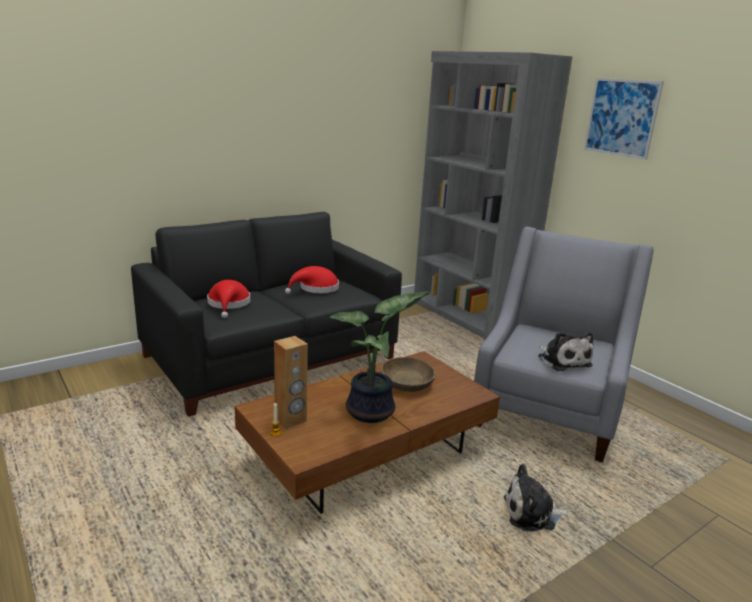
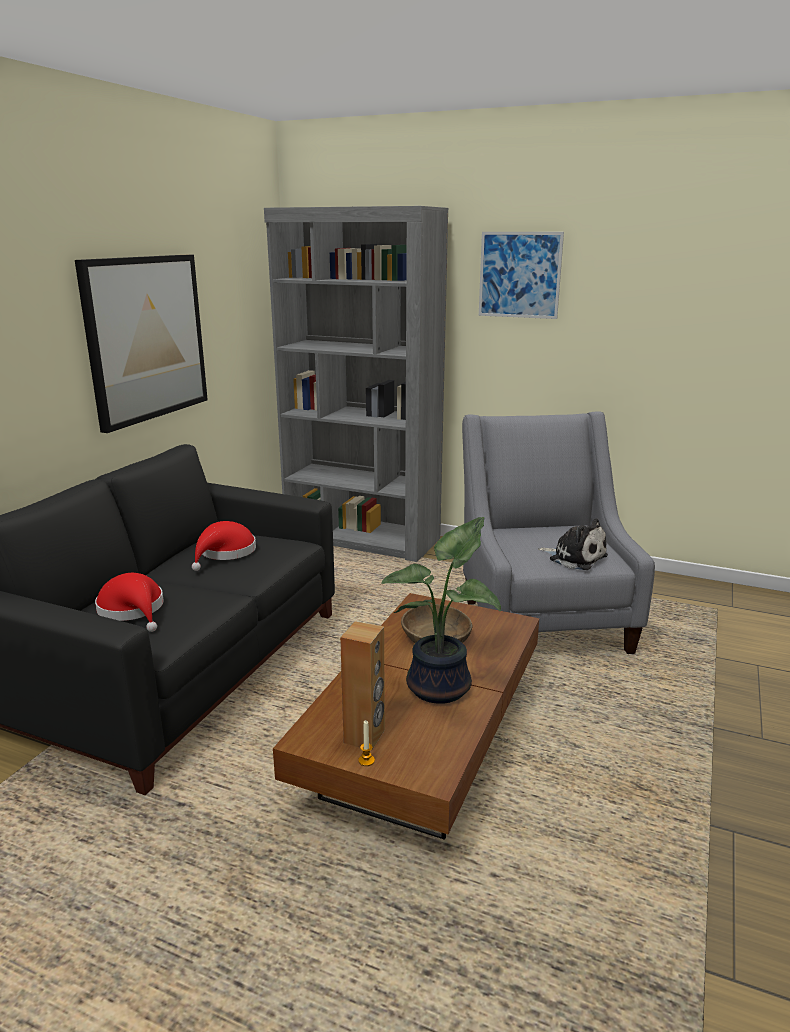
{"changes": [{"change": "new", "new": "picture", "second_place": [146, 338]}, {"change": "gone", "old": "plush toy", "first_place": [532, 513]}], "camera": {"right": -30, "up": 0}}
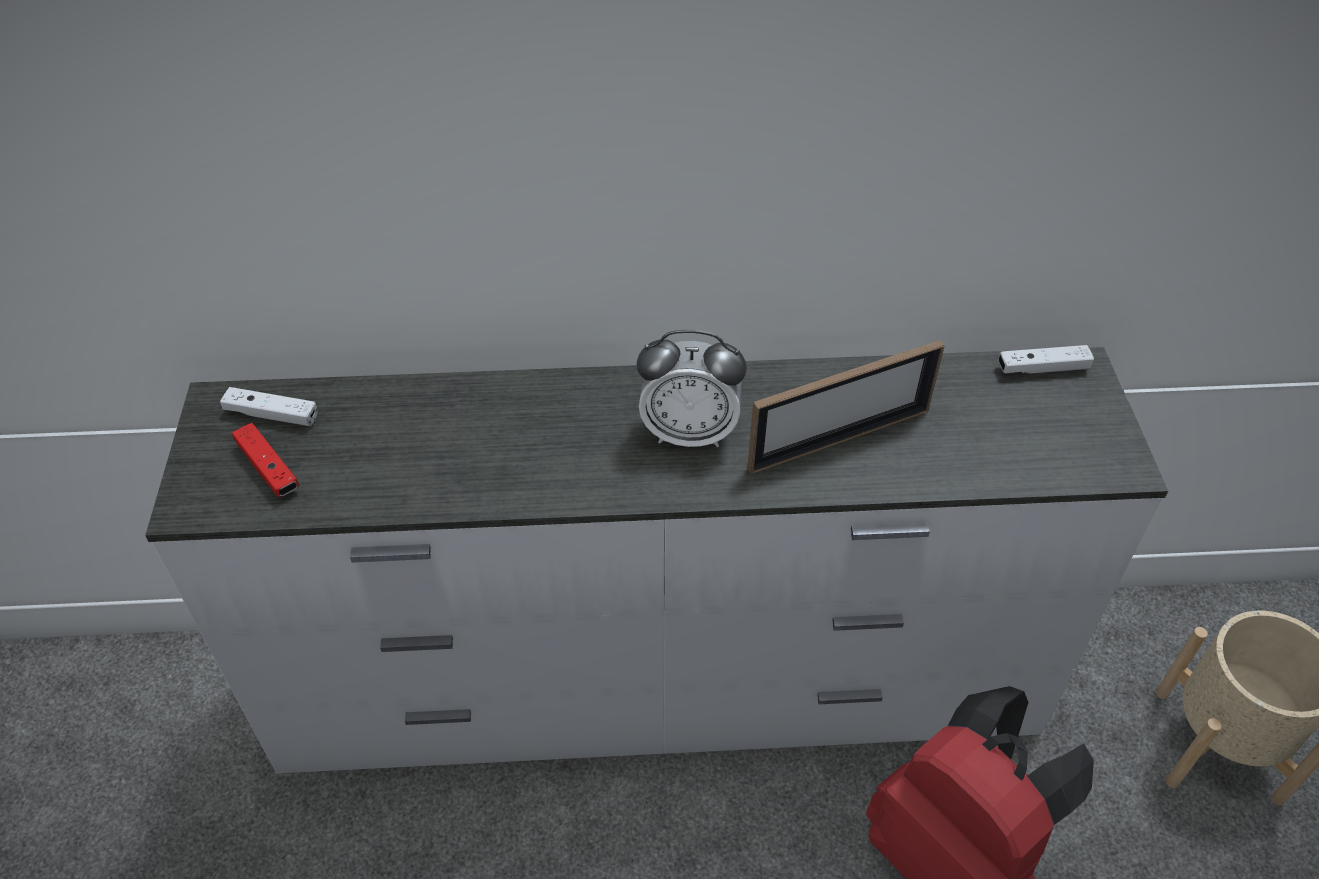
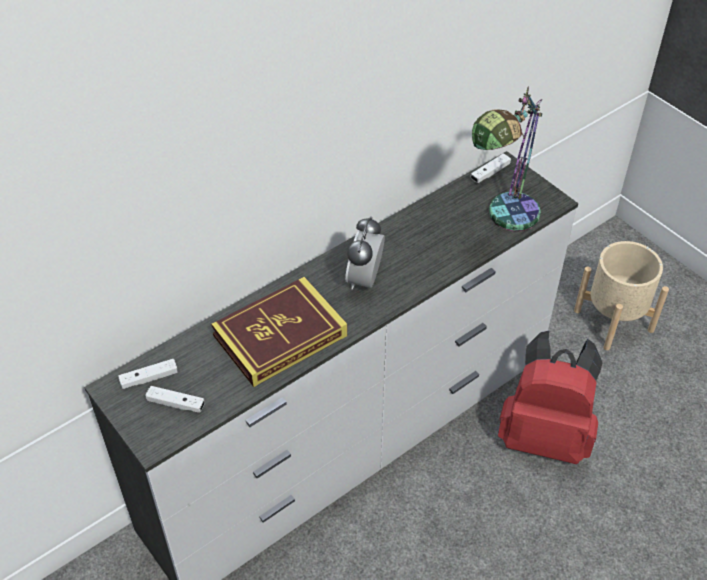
{"changes": [{"change": "repainted", "old": "red game controller", "new": "white game controller", "first_place": [268, 468], "second_place": [176, 404]}, {"change": "new", "new": "book", "second_place": [280, 335]}, {"change": "rotated", "old": "alarm clock", "first_place": [689, 432], "second_place": [364, 279], "degrees": 135}, {"change": "new", "new": "table lamp", "second_place": [502, 221]}, {"change": "gone", "old": "picture frame", "first_place": [839, 439]}], "camera": {"right": -35, "up": 0}}
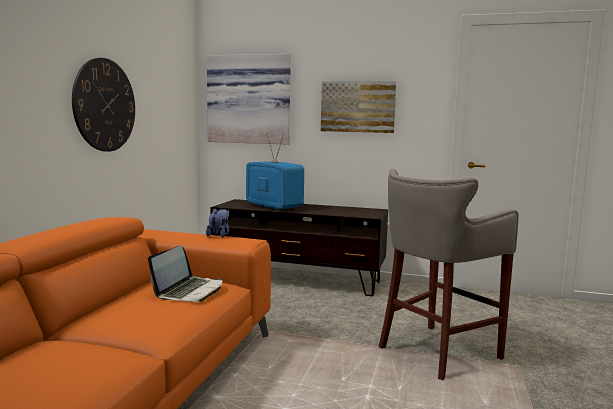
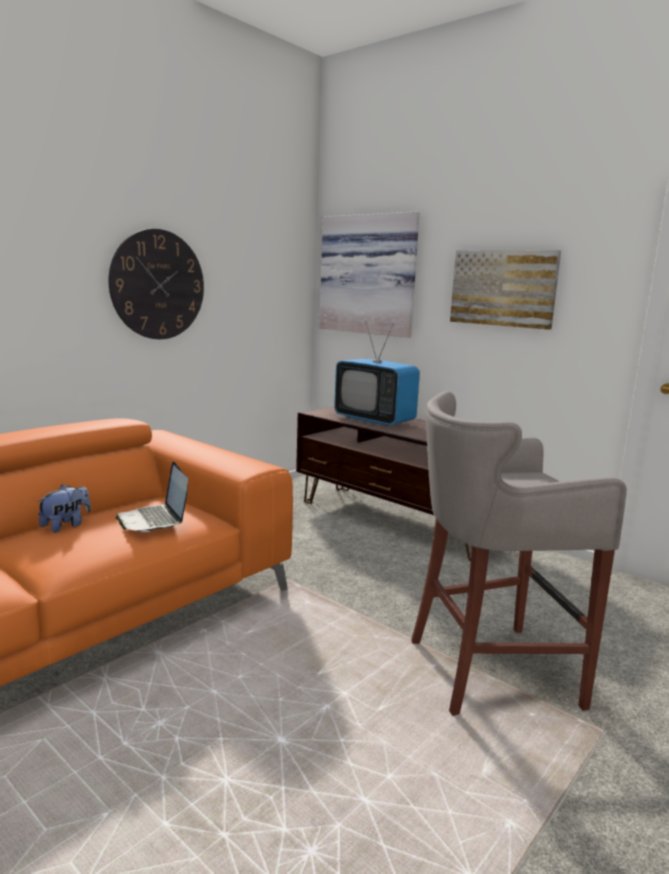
{"changes": [{"change": "shifted", "old": "plush toy", "first_place": [219, 235], "second_place": [66, 525]}, {"change": "rotated", "old": "laptop", "first_place": [189, 291], "second_place": [154, 520], "degrees": 105}, {"change": "rotated", "old": "television", "first_place": [273, 206], "second_place": [374, 420], "degrees": 150}], "camera": {"right": 25, "up": 5}}
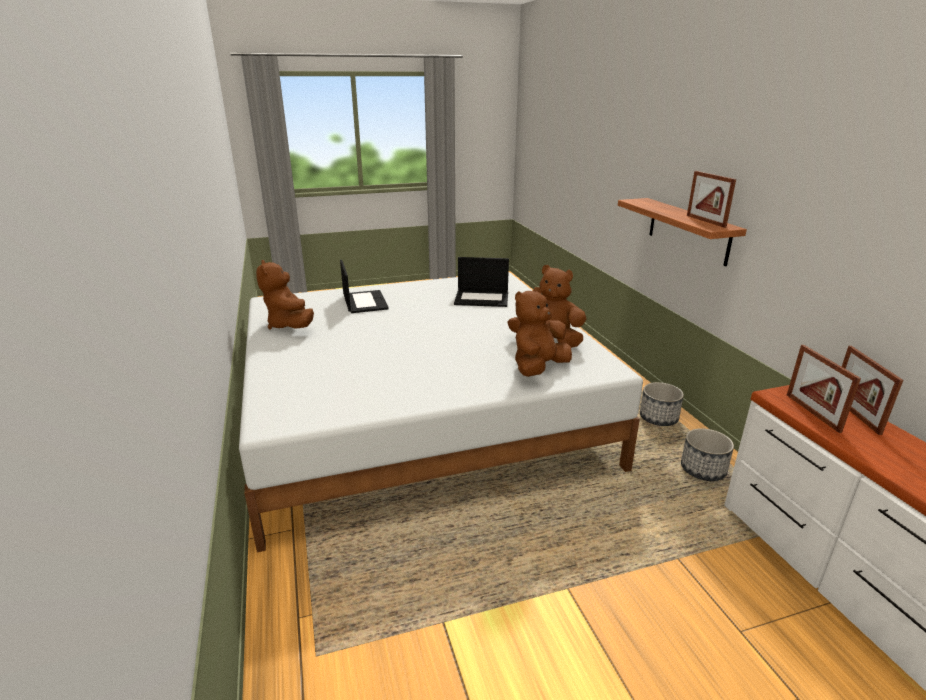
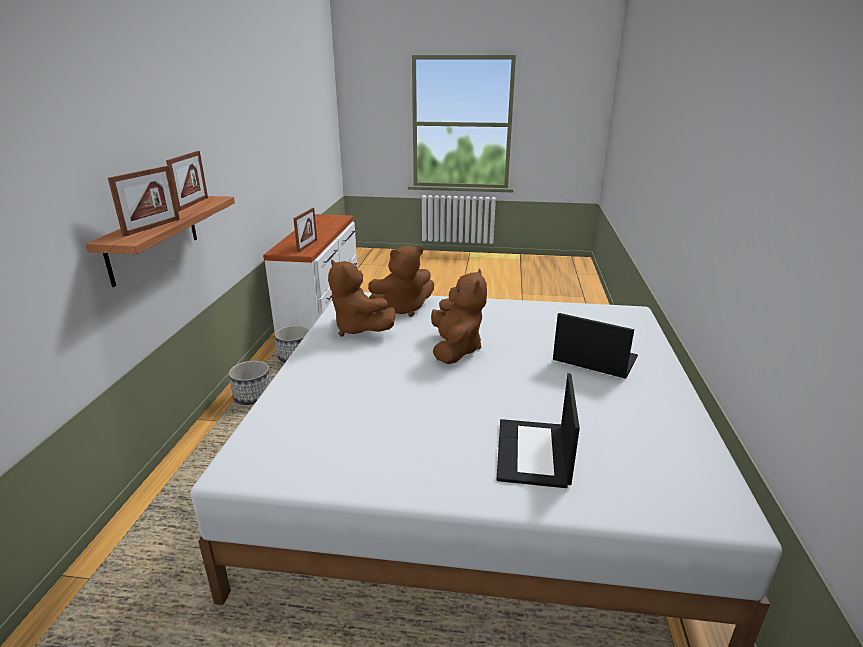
{"changes": [{"change": "shifted", "old": "picture frame", "first_place": [855, 414], "second_place": [152, 227]}, {"change": "shifted", "old": "brown plush toy", "first_place": [290, 325], "second_place": [455, 349]}, {"change": "shifted", "old": "laptop", "first_place": [482, 299], "second_place": [593, 359]}], "camera": {"right": -155, "up": 0}}
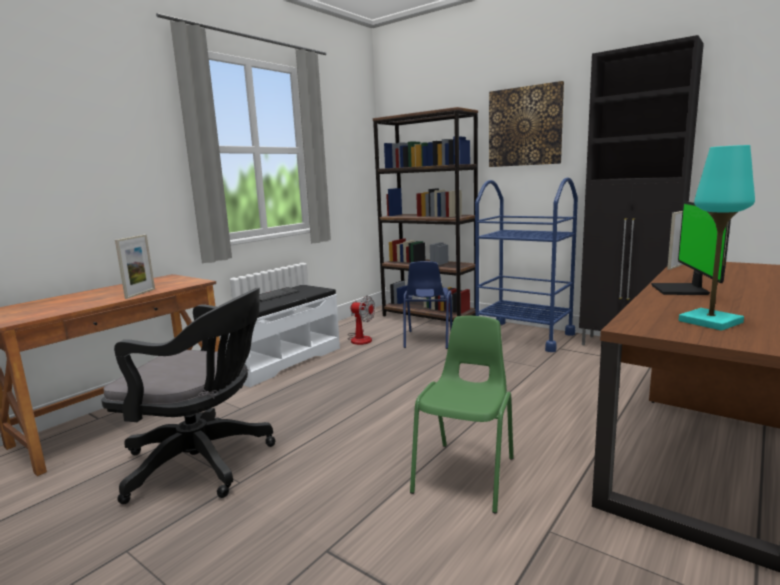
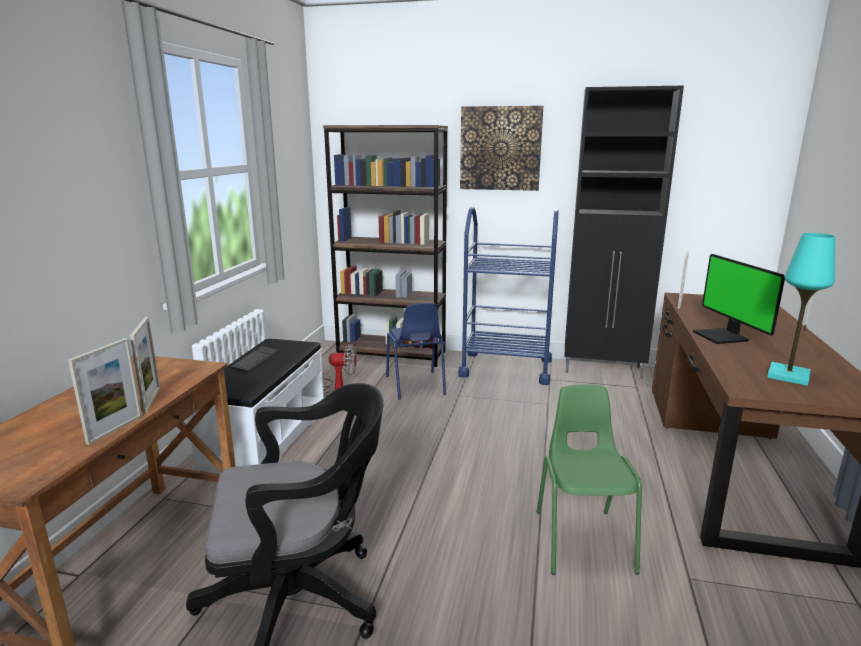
{"changes": [{"change": "new", "new": "picture frame", "second_place": [115, 429]}], "camera": {"right": -25, "up": 5}}
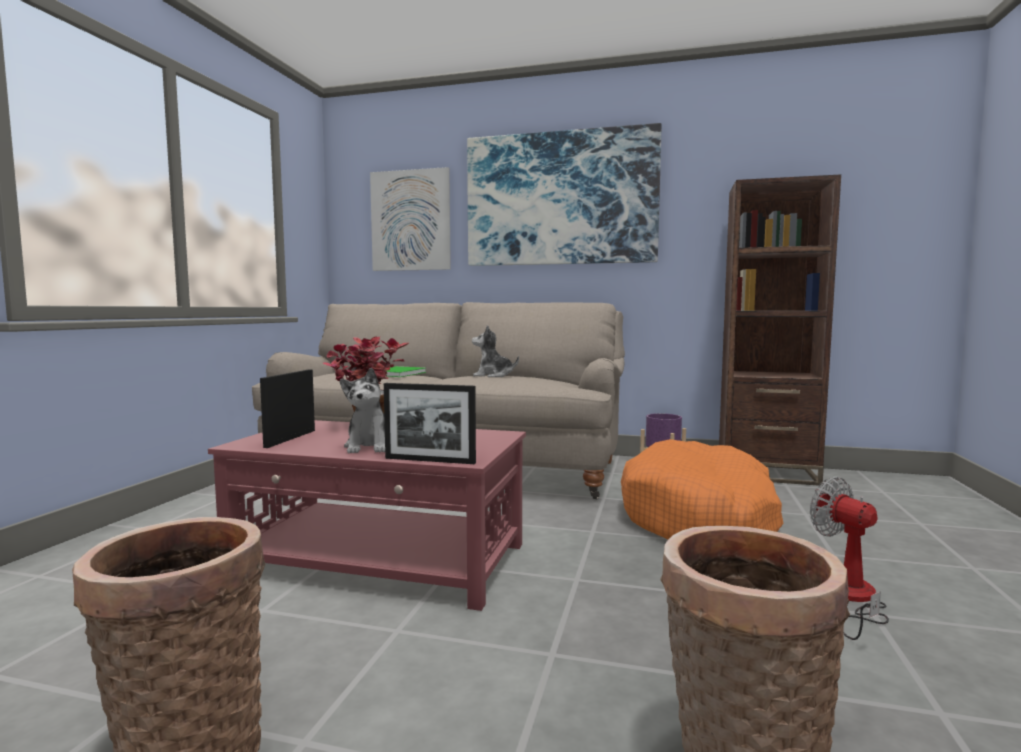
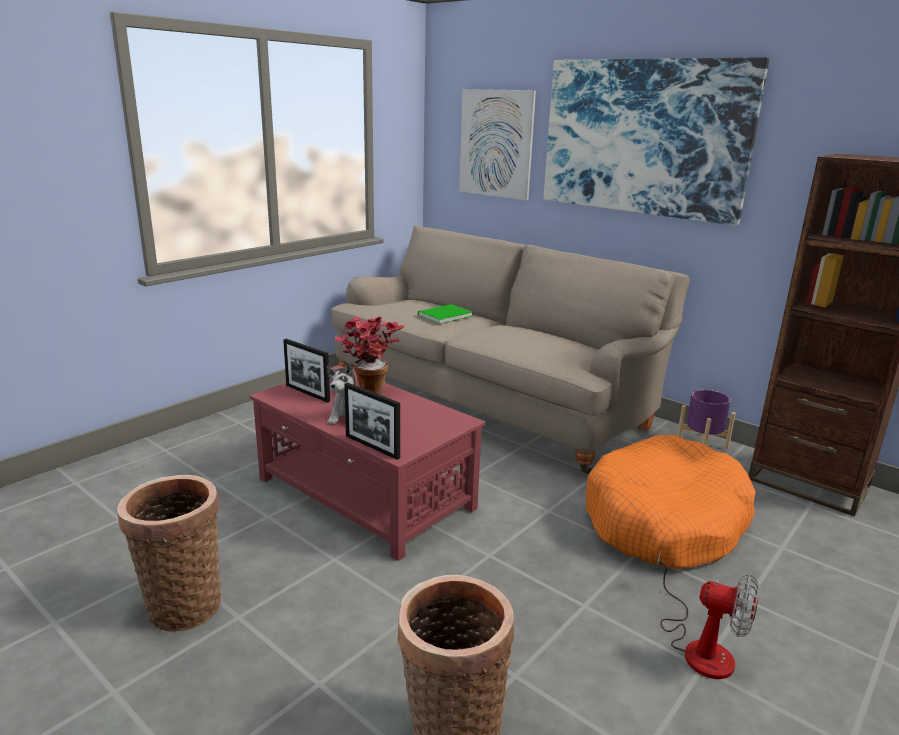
{"changes": [{"change": "rotated", "old": "picture frame", "first_place": [290, 438], "second_place": [307, 393], "degrees": -90}, {"change": "rotated", "old": "fan", "first_place": [849, 598], "second_place": [699, 646], "degrees": 120}, {"change": "gone", "old": "plush toy", "first_place": [493, 376]}], "camera": {"right": 25, "up": 15}}
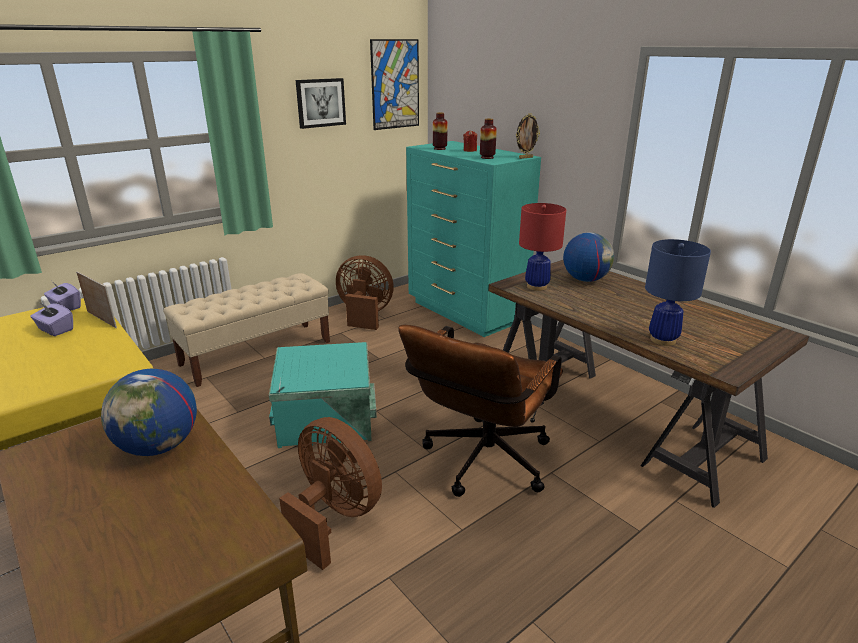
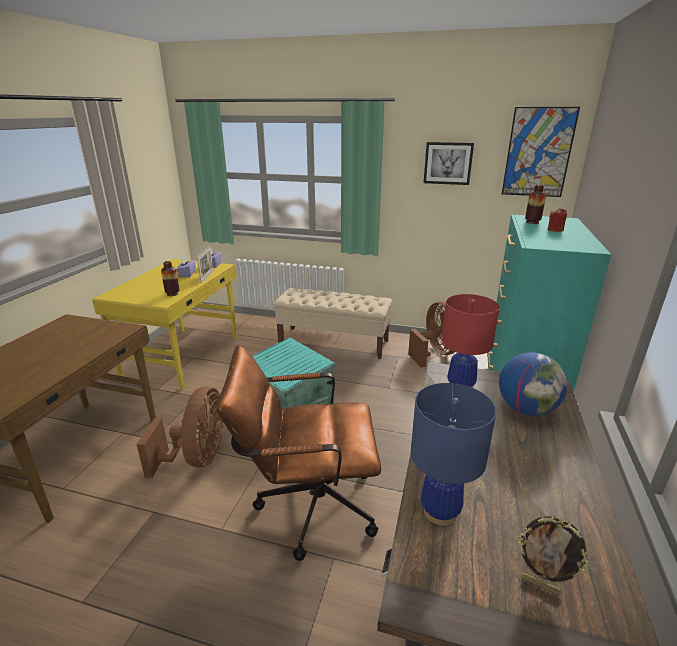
{"changes": [{"change": "shifted", "old": "vase", "first_place": [487, 157], "second_place": [172, 294]}, {"change": "shifted", "old": "picture frame", "first_place": [525, 157], "second_place": [541, 585]}, {"change": "gone", "old": "globe", "first_place": [159, 446]}], "camera": {"right": 55, "up": 0}}
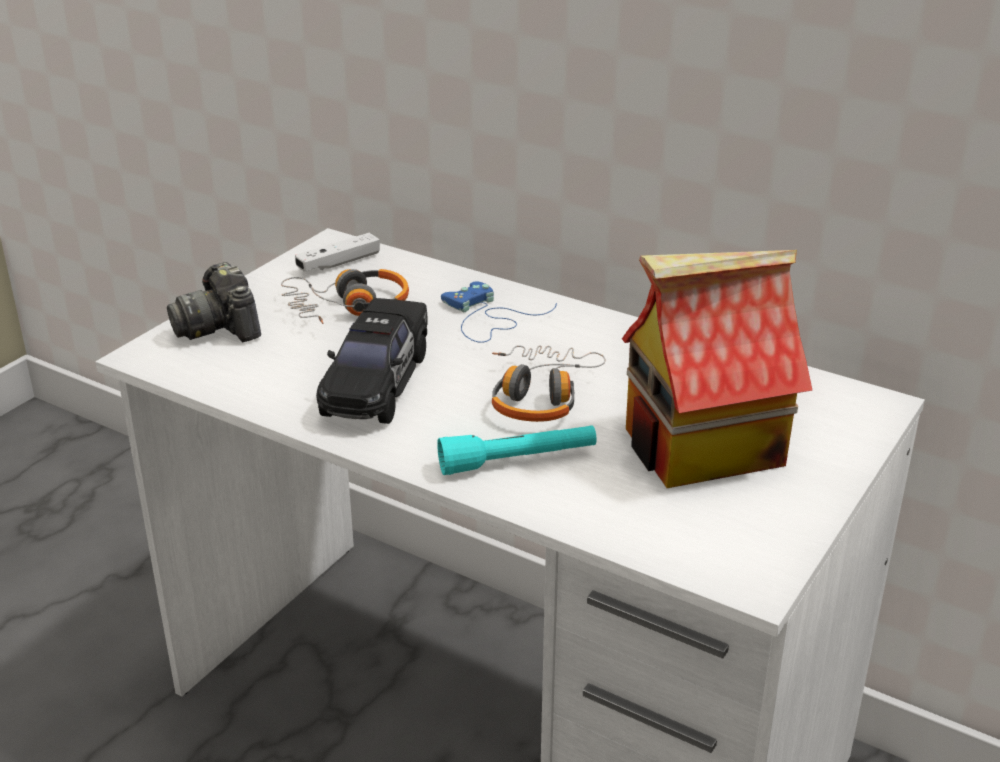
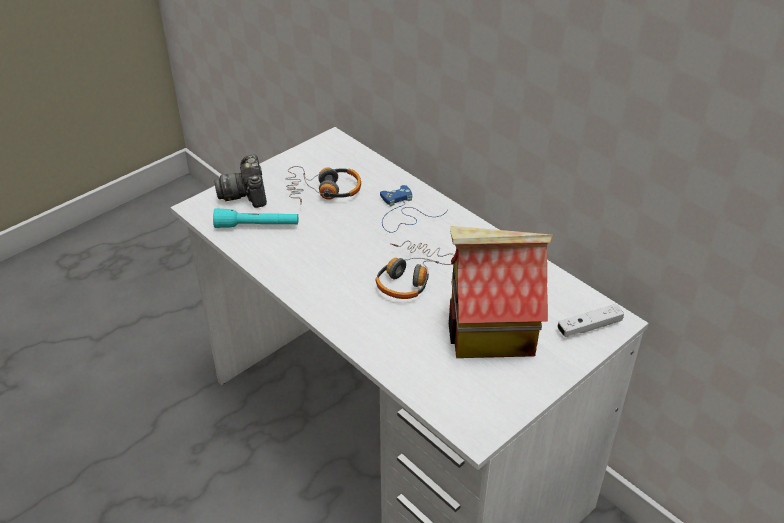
{"changes": [{"change": "shifted", "old": "turquoise flashlight", "first_place": [518, 461], "second_place": [257, 226]}, {"change": "shifted", "old": "white game controller", "first_place": [338, 263], "second_place": [589, 327]}, {"change": "gone", "old": "black toy car", "first_place": [376, 383]}], "camera": {"right": 15, "up": 10}}
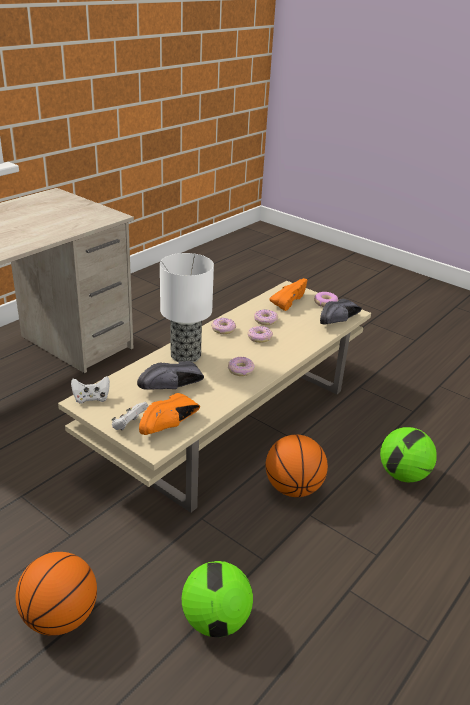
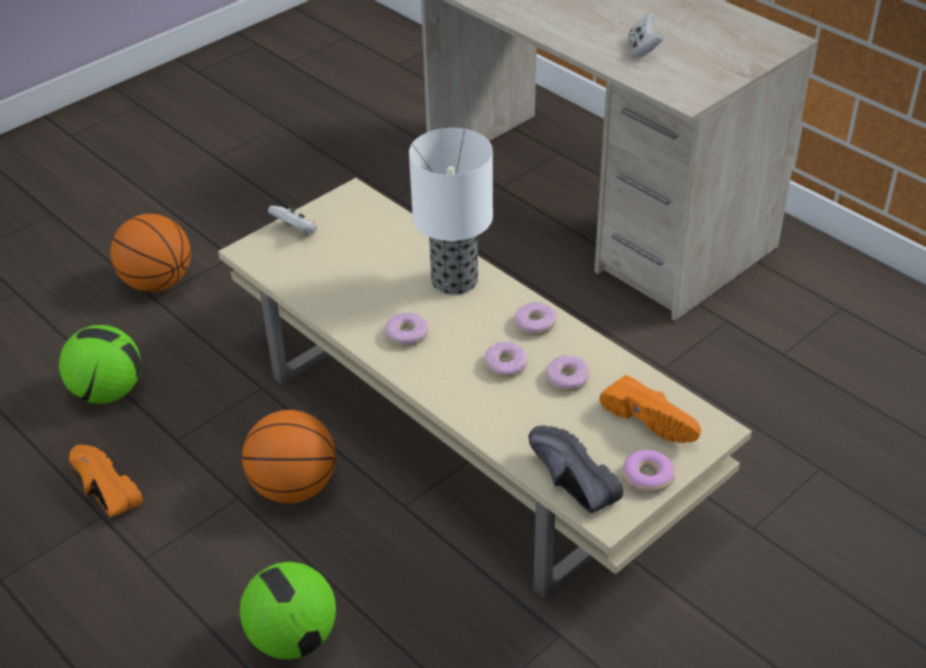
{"changes": [{"change": "shifted", "old": "orange shoe", "first_place": [171, 426], "second_place": [101, 494]}, {"change": "shifted", "old": "white game controller", "first_place": [91, 398], "second_place": [643, 49]}, {"change": "gone", "old": "black shoe", "first_place": [173, 388]}], "camera": {"right": 100, "up": 10}}
